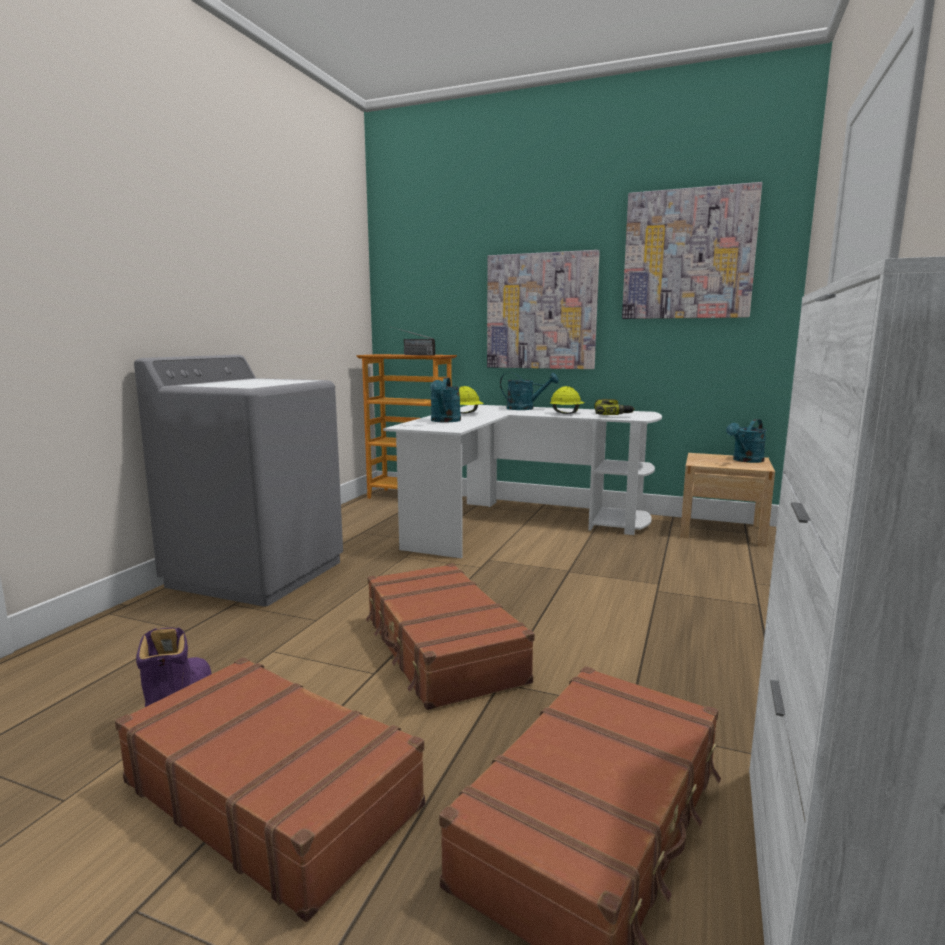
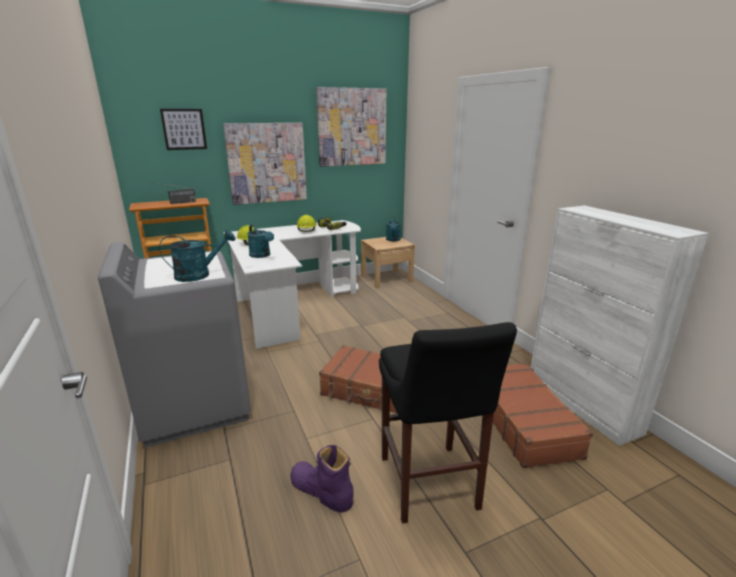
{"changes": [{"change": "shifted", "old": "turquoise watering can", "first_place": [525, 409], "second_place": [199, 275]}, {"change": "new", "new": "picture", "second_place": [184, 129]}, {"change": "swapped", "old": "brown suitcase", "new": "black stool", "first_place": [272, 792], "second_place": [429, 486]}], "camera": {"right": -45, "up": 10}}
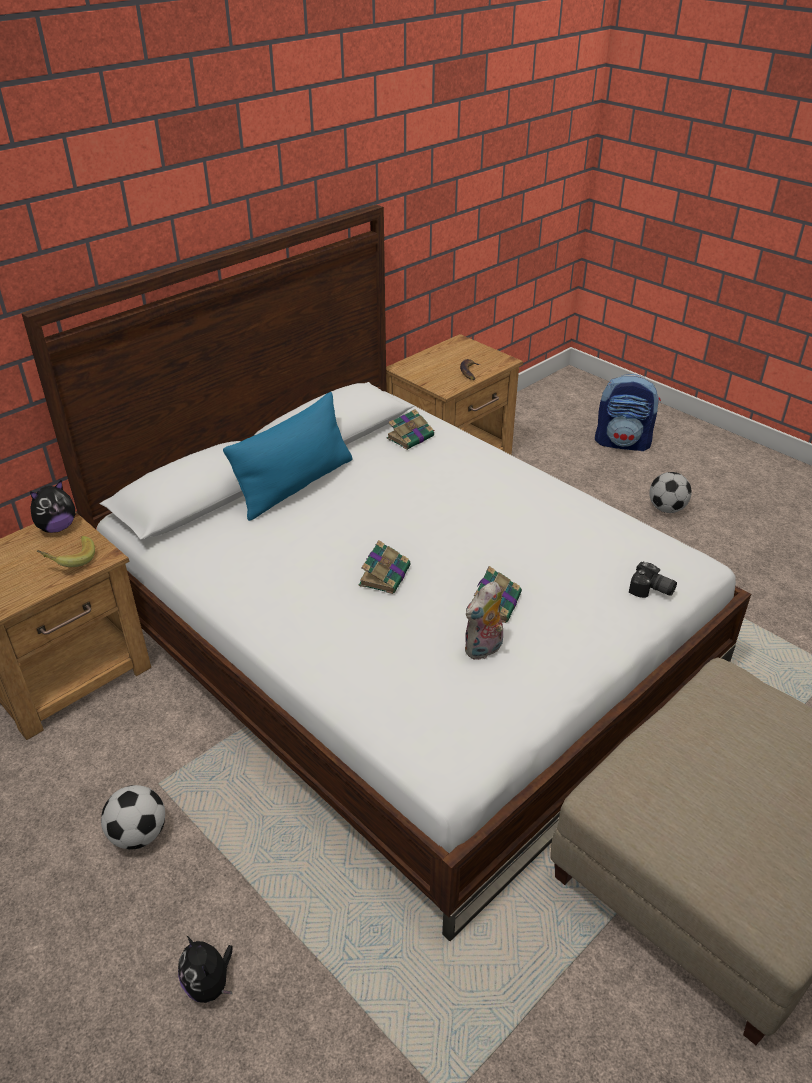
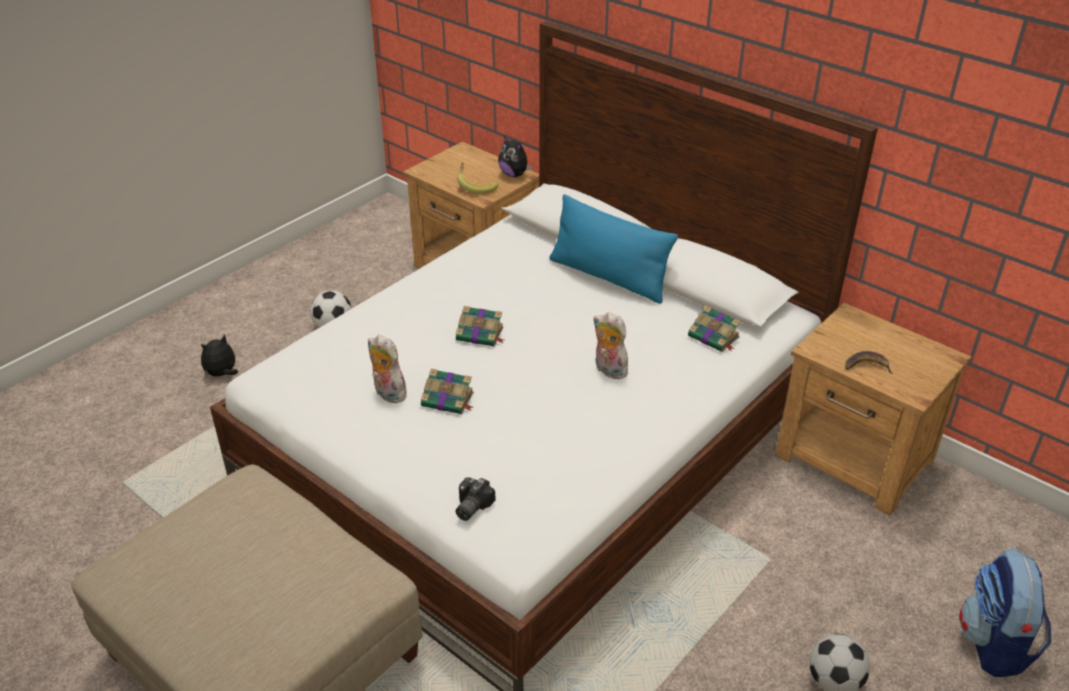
{"changes": [{"change": "new", "new": "plush toy", "second_place": [608, 370]}], "camera": {"right": 85, "up": 0}}
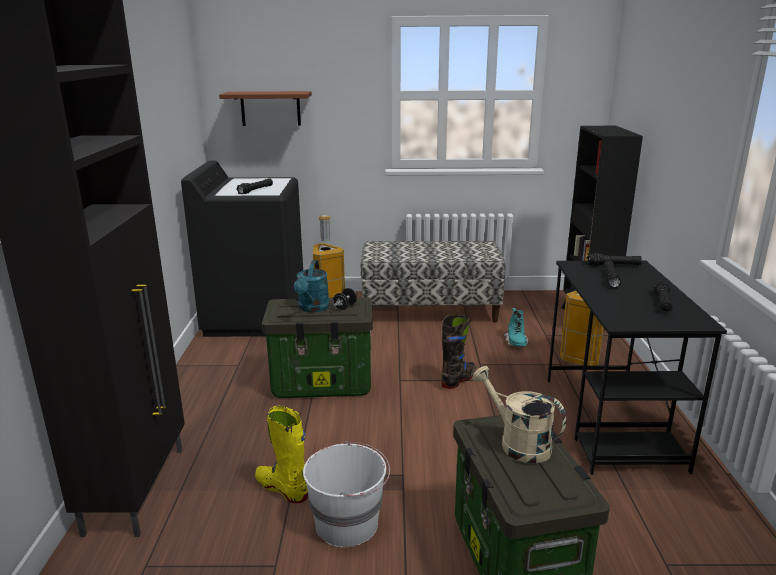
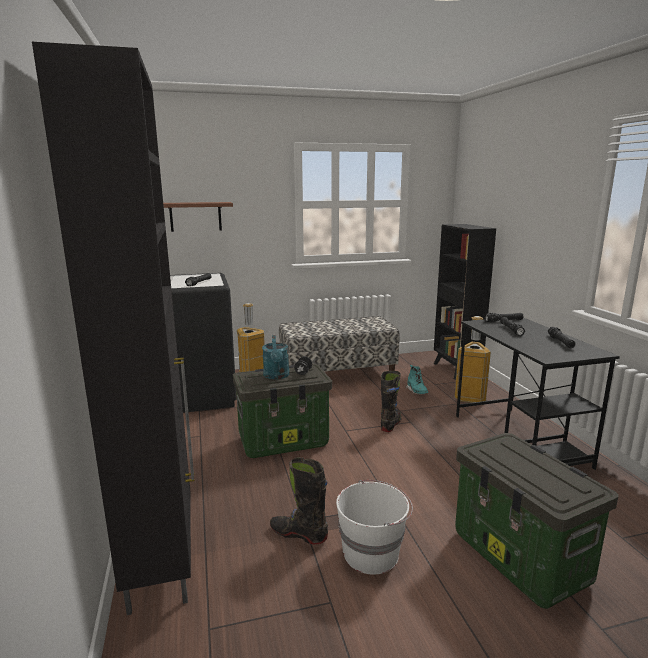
{"changes": [{"change": "repainted", "old": "yellow boot", "new": "black boot", "first_place": [282, 489], "second_place": [299, 534]}, {"change": "gone", "old": "beige watering can", "first_place": [517, 443]}], "camera": {"right": -15, "up": -5}}
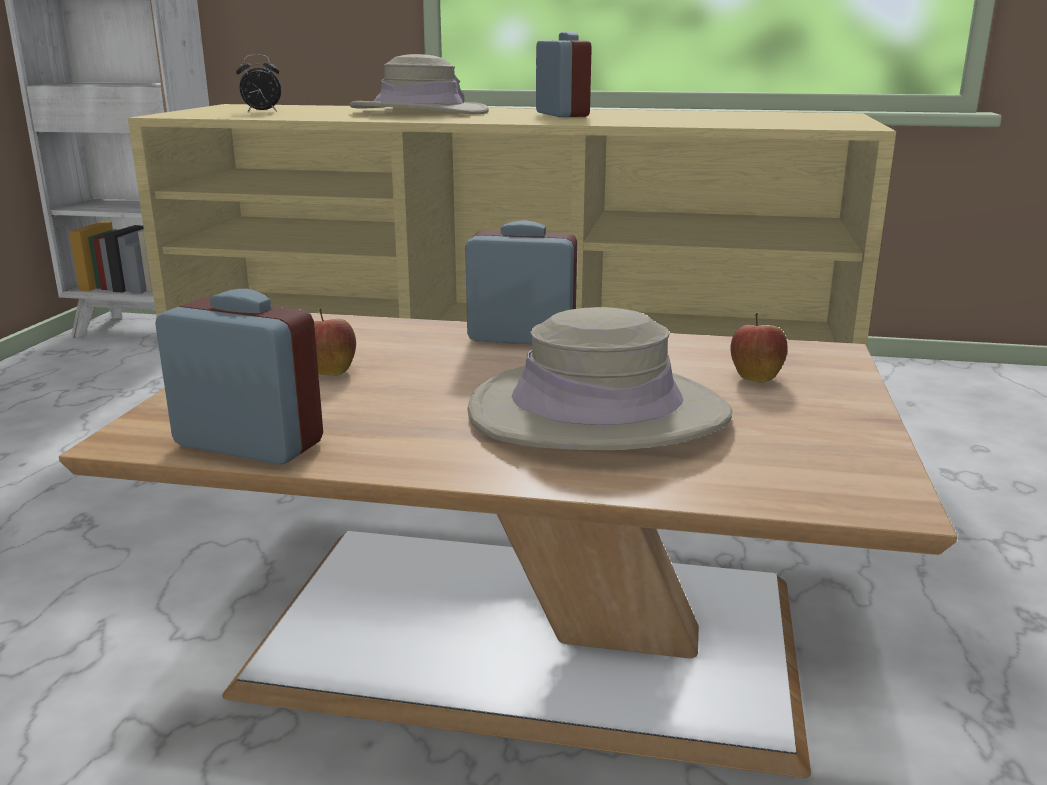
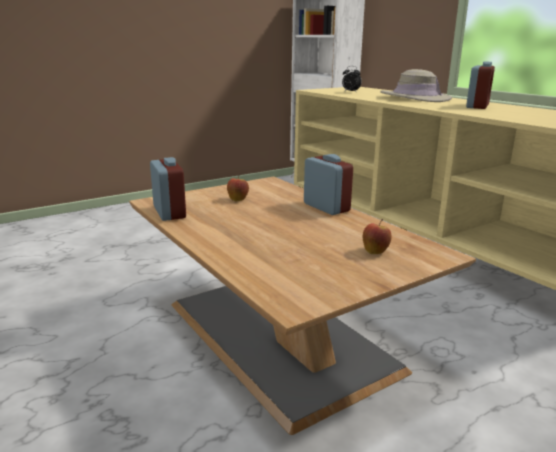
{"changes": [{"change": "gone", "old": "beige hat", "first_place": [598, 412]}], "camera": {"right": 45, "up": 0}}
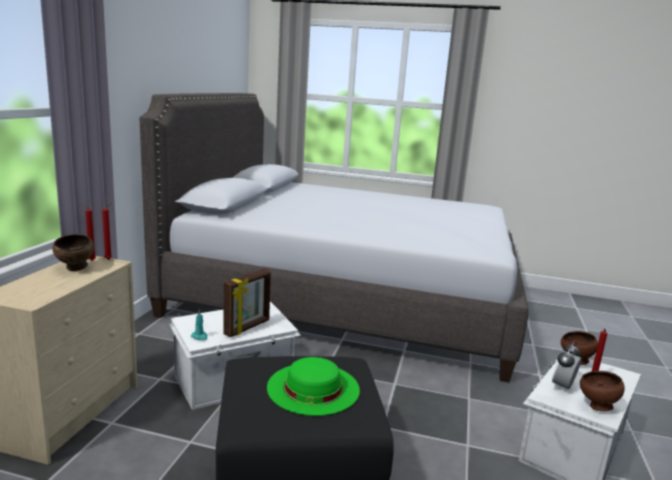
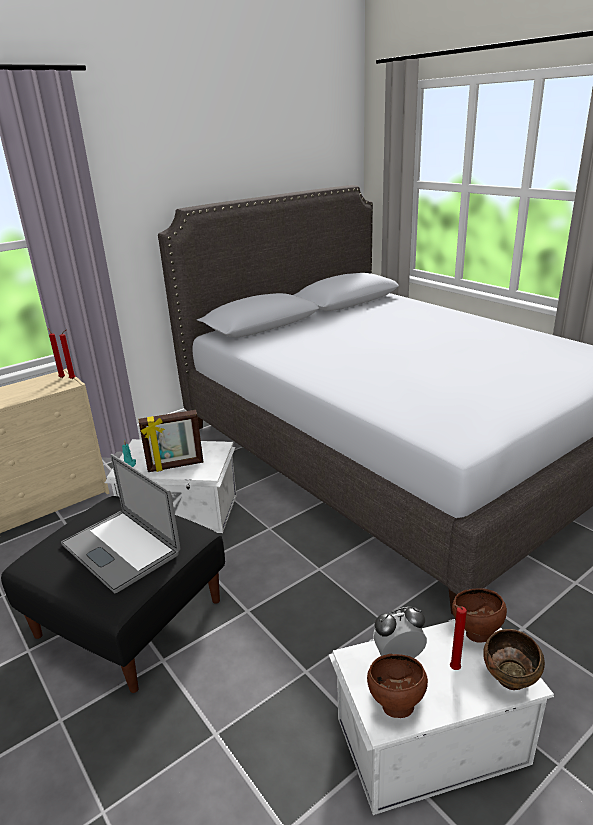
{"changes": [{"change": "swapped", "old": "green hat", "new": "laptop", "first_place": [313, 388], "second_place": [120, 549]}, {"change": "shifted", "old": "brown bowl", "first_place": [76, 269], "second_place": [510, 682]}], "camera": {"right": 40, "up": 10}}
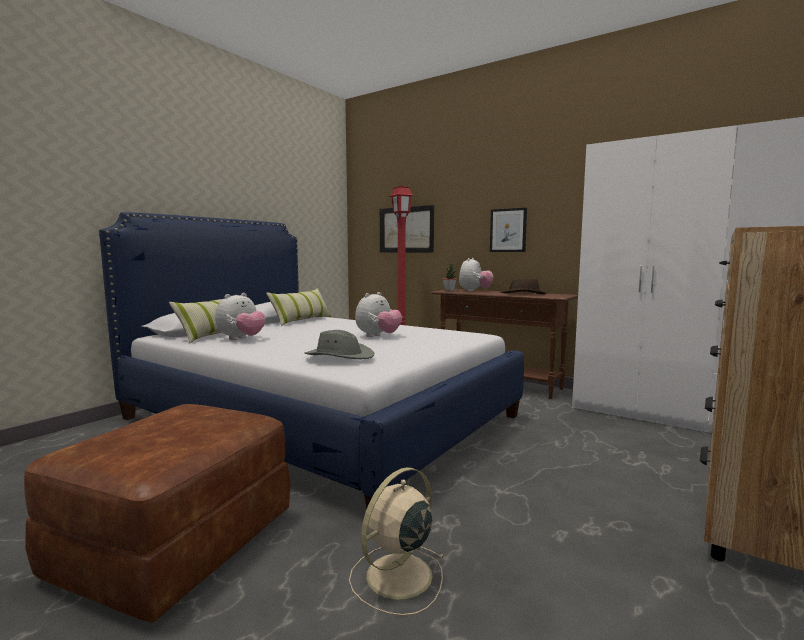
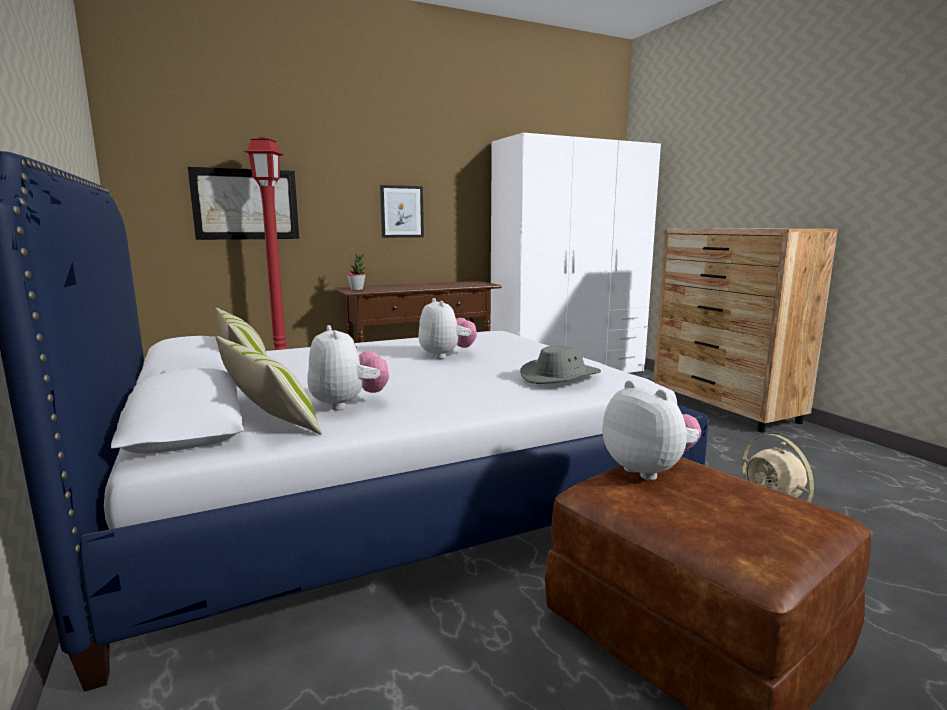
{"changes": [{"change": "shifted", "old": "plush toy", "first_place": [474, 291], "second_place": [648, 470]}, {"change": "gone", "old": "brown hat", "first_place": [523, 294]}], "camera": {"right": -60, "up": 5}}
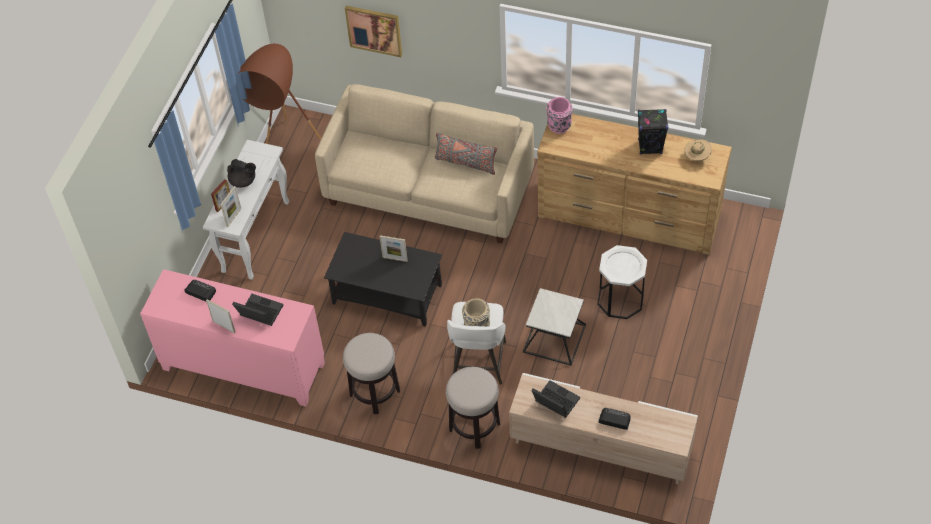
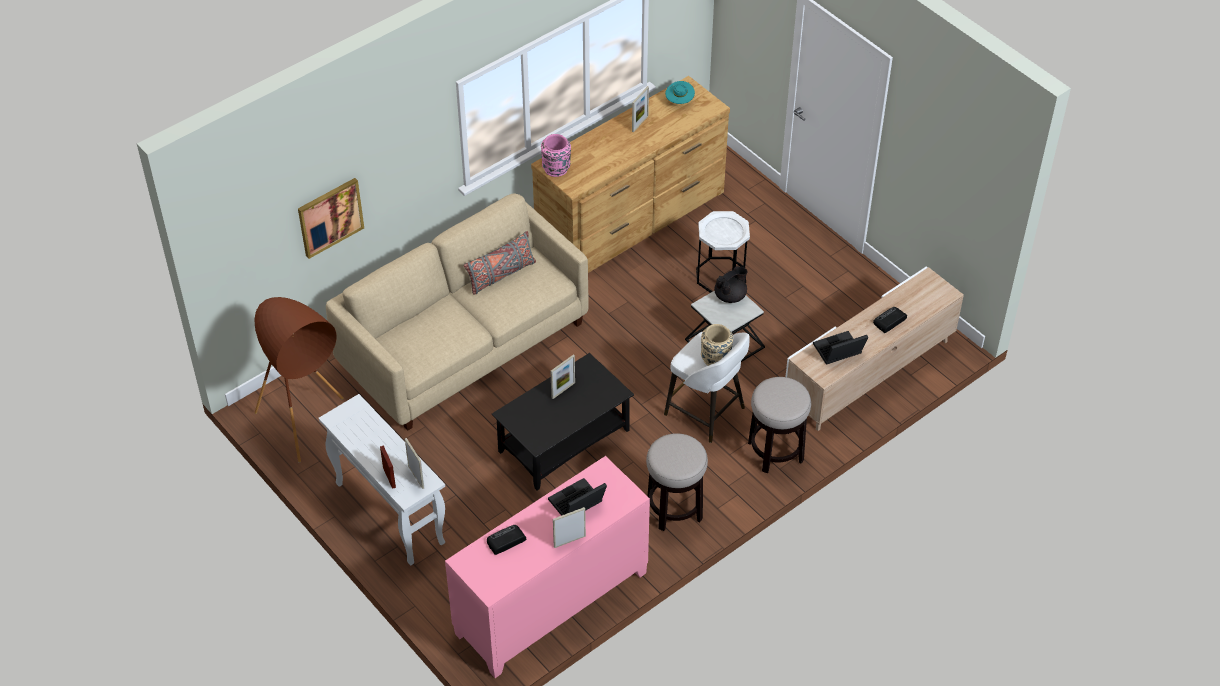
{"changes": [{"change": "swapped", "old": "black speaker", "new": "picture frame", "first_place": [650, 147], "second_place": [640, 124]}, {"change": "repainted", "old": "beige hat", "new": "turquoise hat", "first_place": [697, 156], "second_place": [679, 101]}, {"change": "shifted", "old": "black teapot", "first_place": [243, 181], "second_place": [730, 296]}], "camera": {"right": -60, "up": -5}}
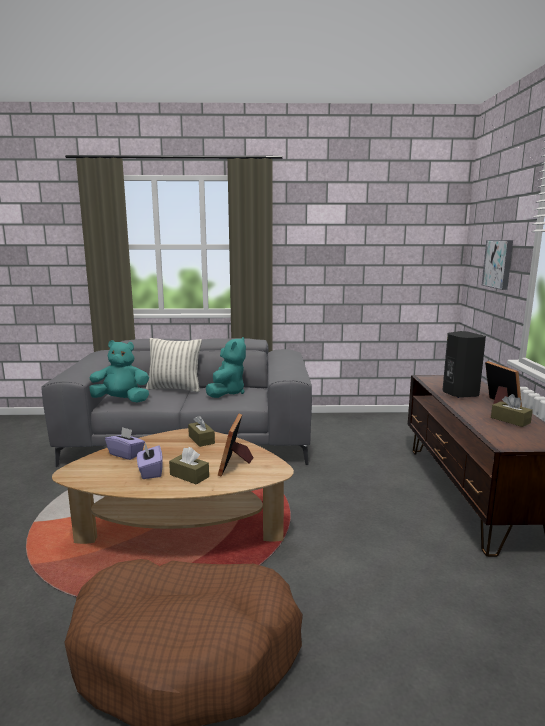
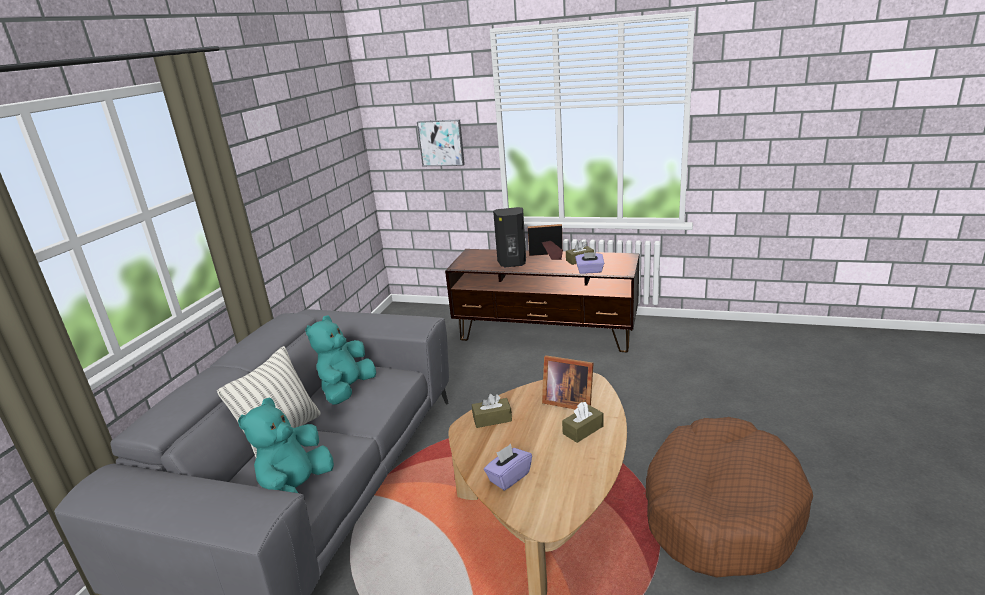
{"changes": [{"change": "rotated", "old": "turquoise plush toy", "first_place": [227, 392], "second_place": [347, 390], "degrees": -105}, {"change": "shifted", "old": "purple tissue box", "first_place": [150, 472], "second_place": [590, 271]}], "camera": {"right": -70, "up": 10}}
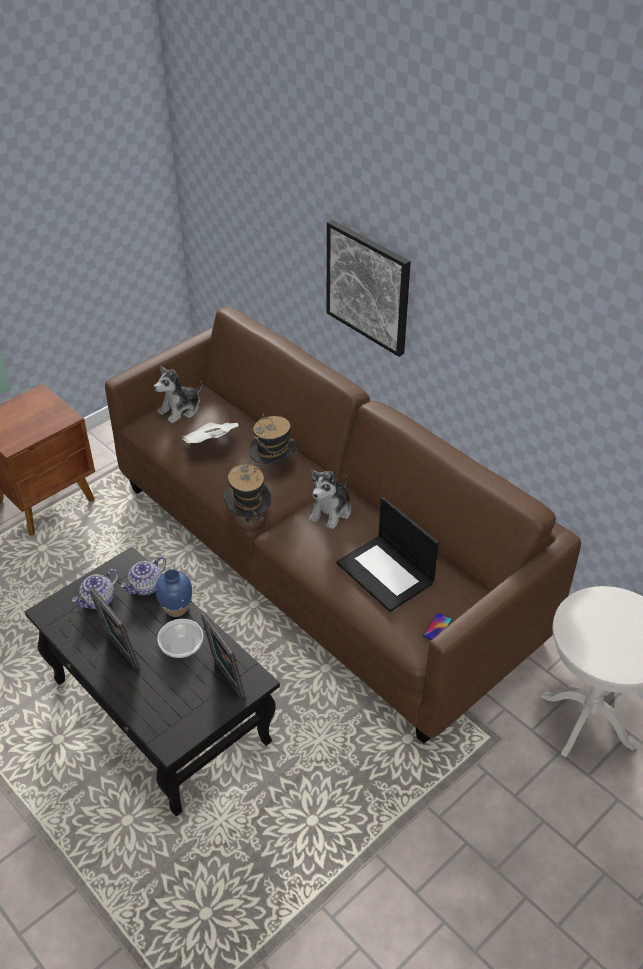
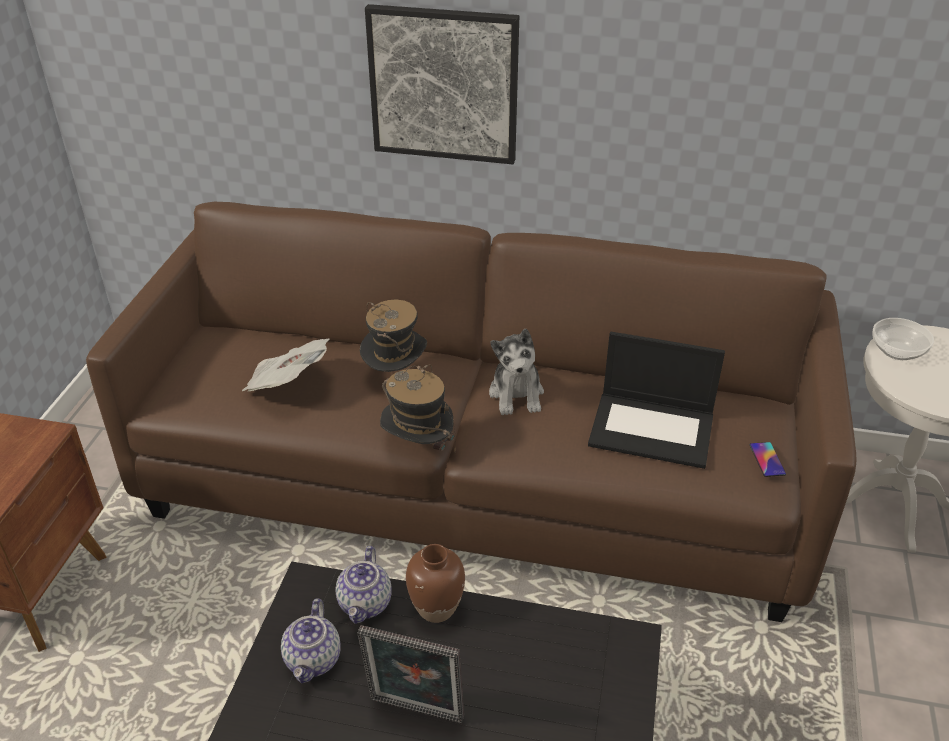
{"changes": [{"change": "repainted", "old": "blue vase", "new": "brown vase", "first_place": [176, 608], "second_place": [436, 608]}, {"change": "shifted", "old": "bowl", "first_place": [182, 646], "second_place": [898, 350]}, {"change": "gone", "old": "plush toy", "first_place": [180, 410]}, {"change": "gone", "old": "picture frame", "first_place": [225, 678]}], "camera": {"right": -35, "up": -5}}
